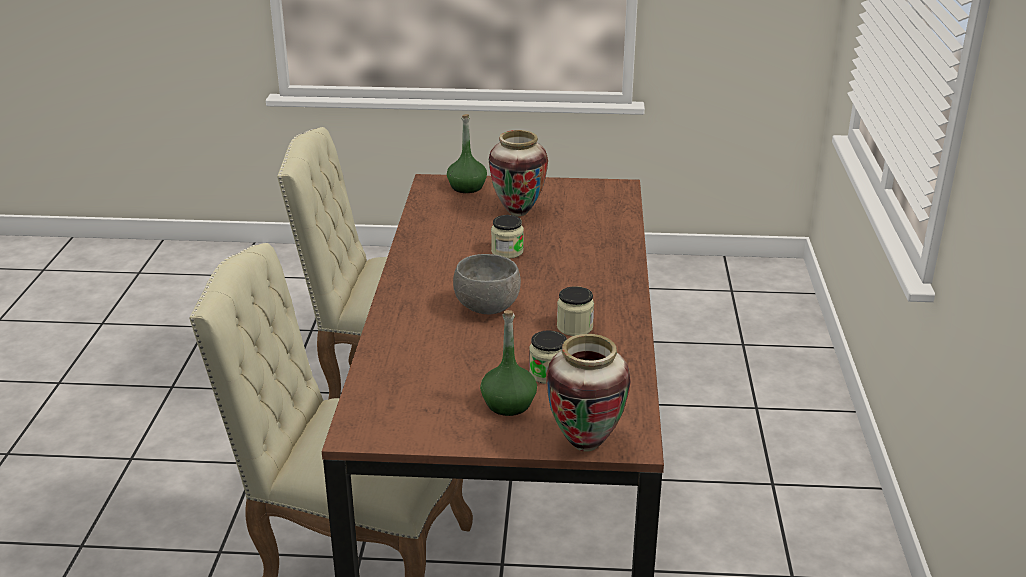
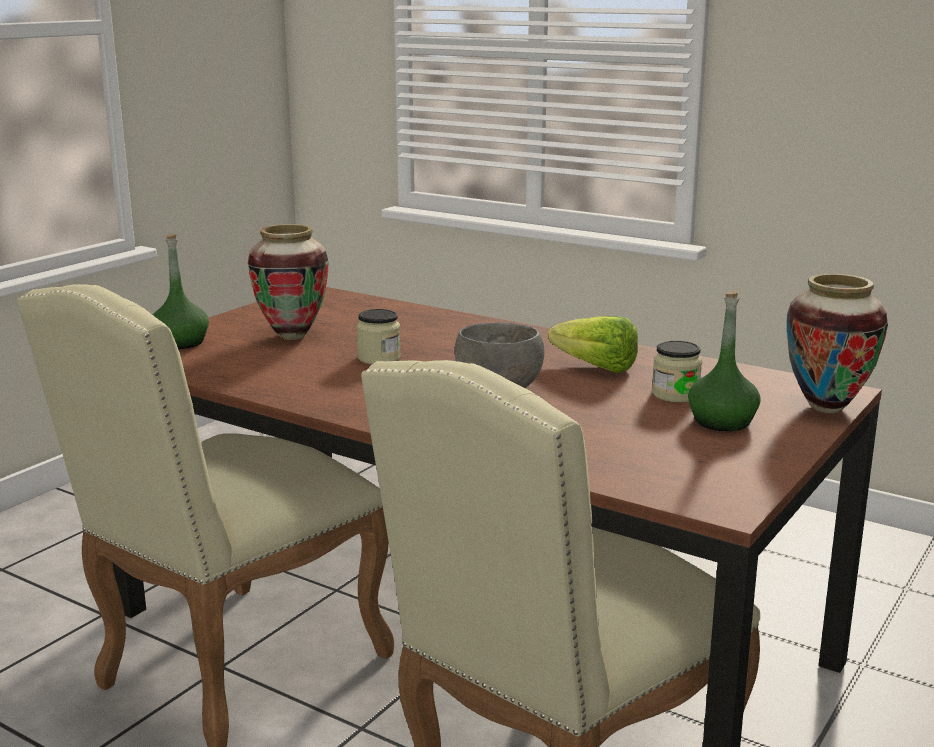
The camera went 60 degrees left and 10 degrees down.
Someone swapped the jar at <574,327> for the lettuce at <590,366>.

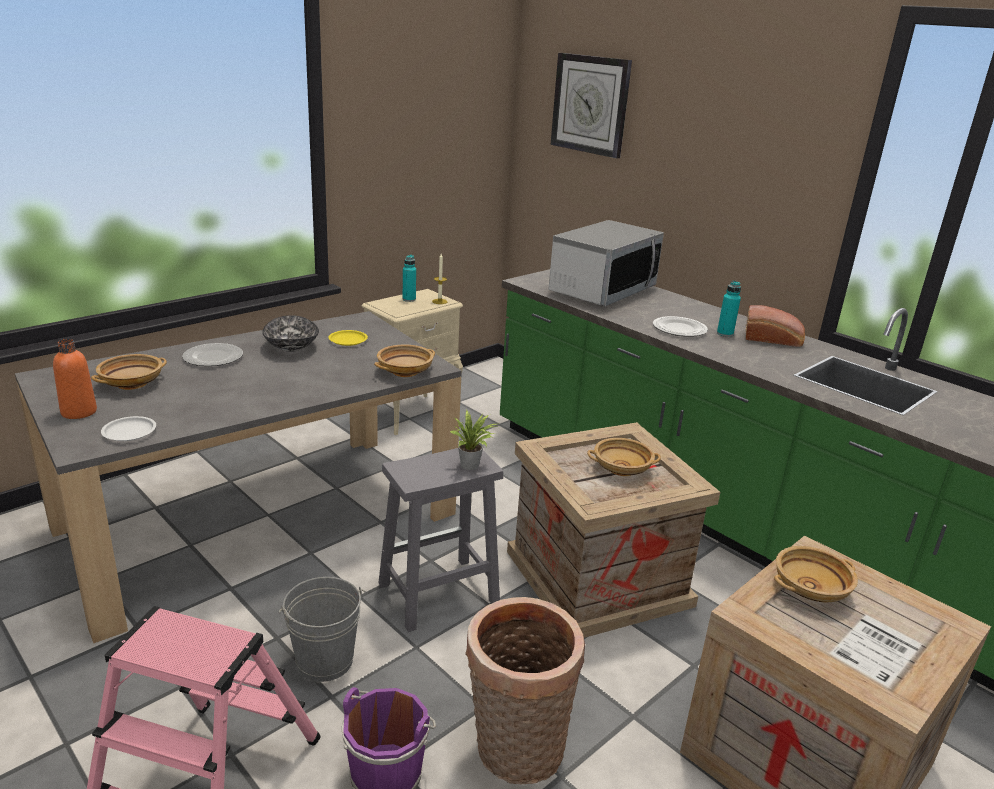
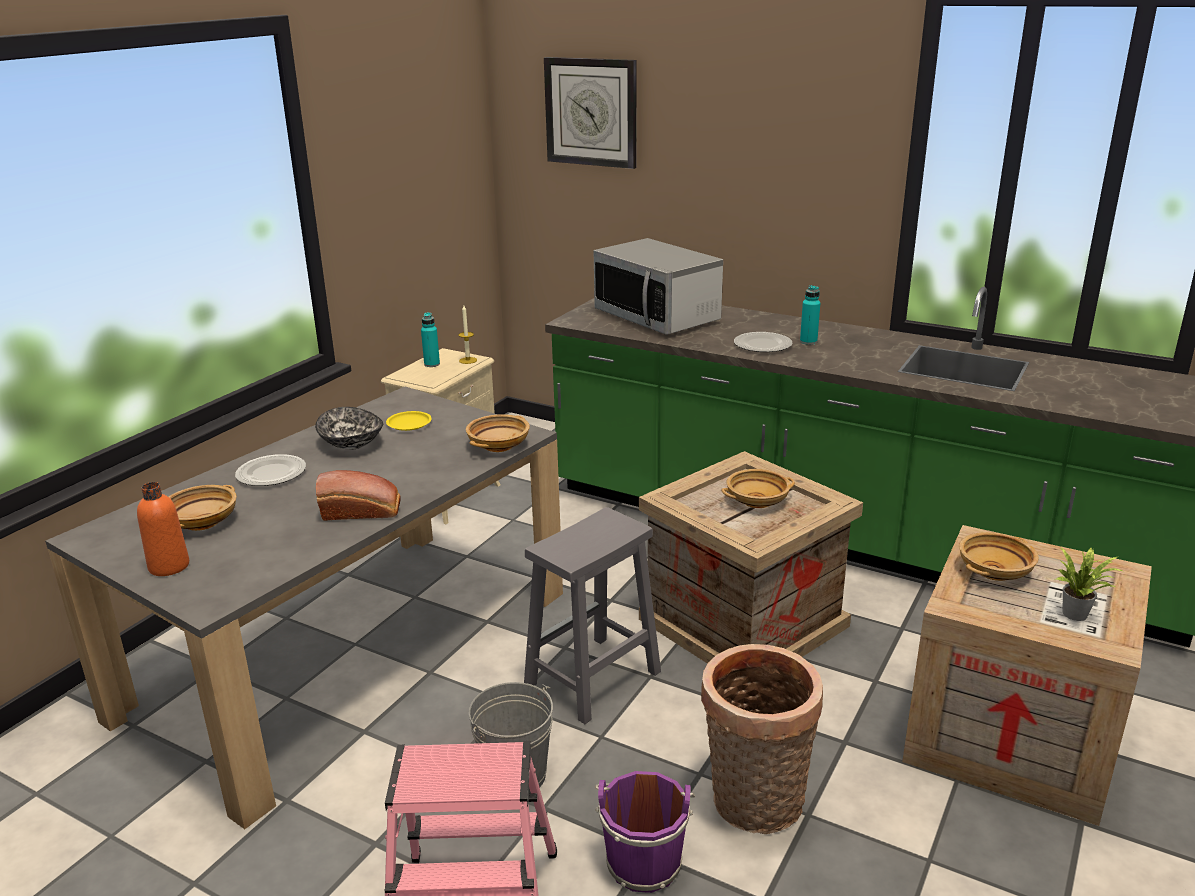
The camera went 15 degrees left and 0 degrees up.
Someone carried the bakery bread from <773,339> to <363,511>.
Someone rotated the kitchen microwave at <602,290> by 120 degrees clockwise.
Someone carried the houseplant from <472,466> to <1078,614>.
Someone took away the dinner plate in white at <129,432>.

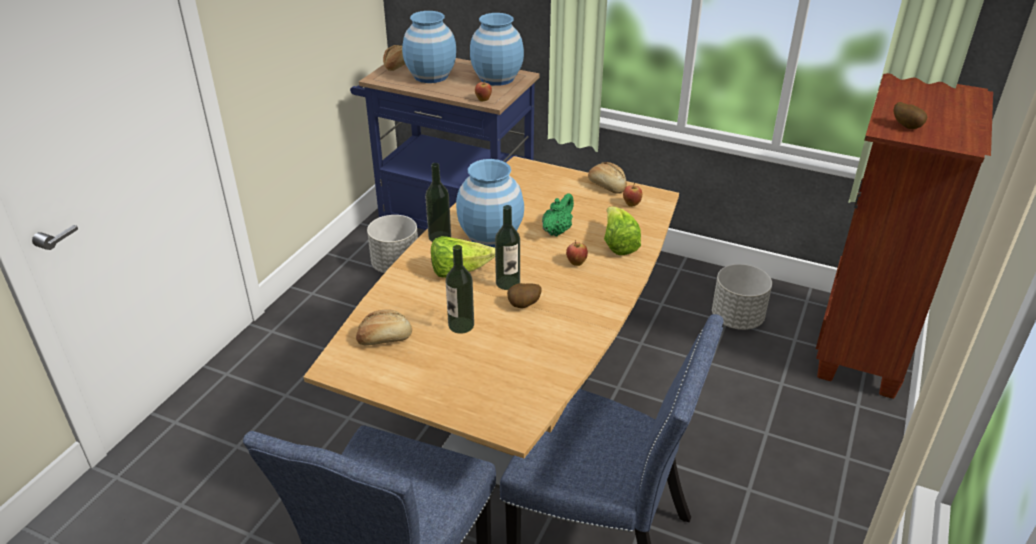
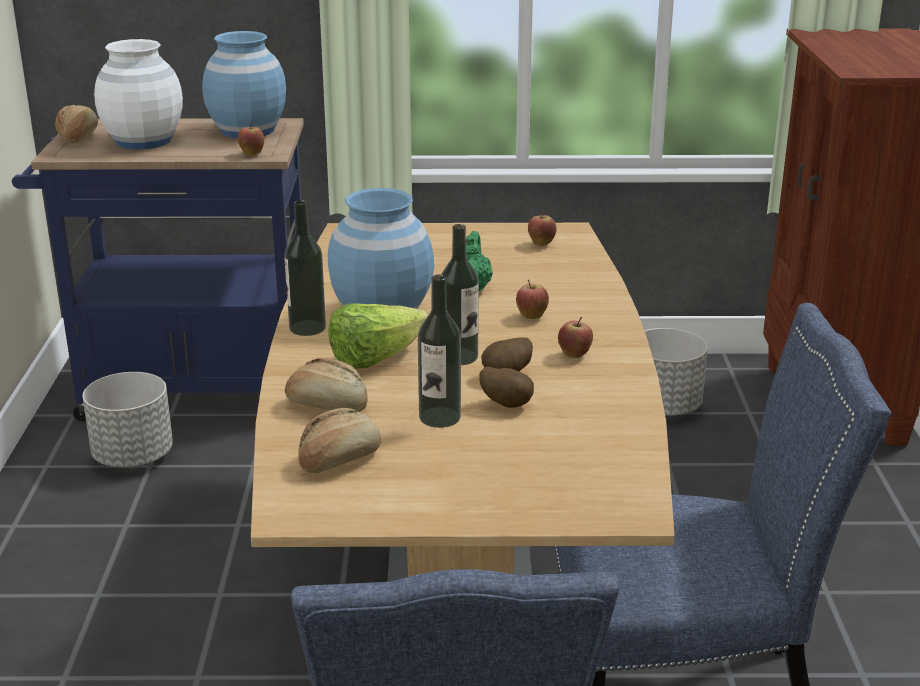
The camera went 25 degrees left and 10 degrees down.
Someone repainted the decorative vase in blue-coloured at <431,76>, which became the decorative vase in white at <144,141>.
Someone carried the bakery bread from <607,186> to <327,405>.
Someone carried the spud from <907,126> to <507,404>.
Someone put down the apple fruit at <574,356>.
Someone took away the lettuce at <618,244>.

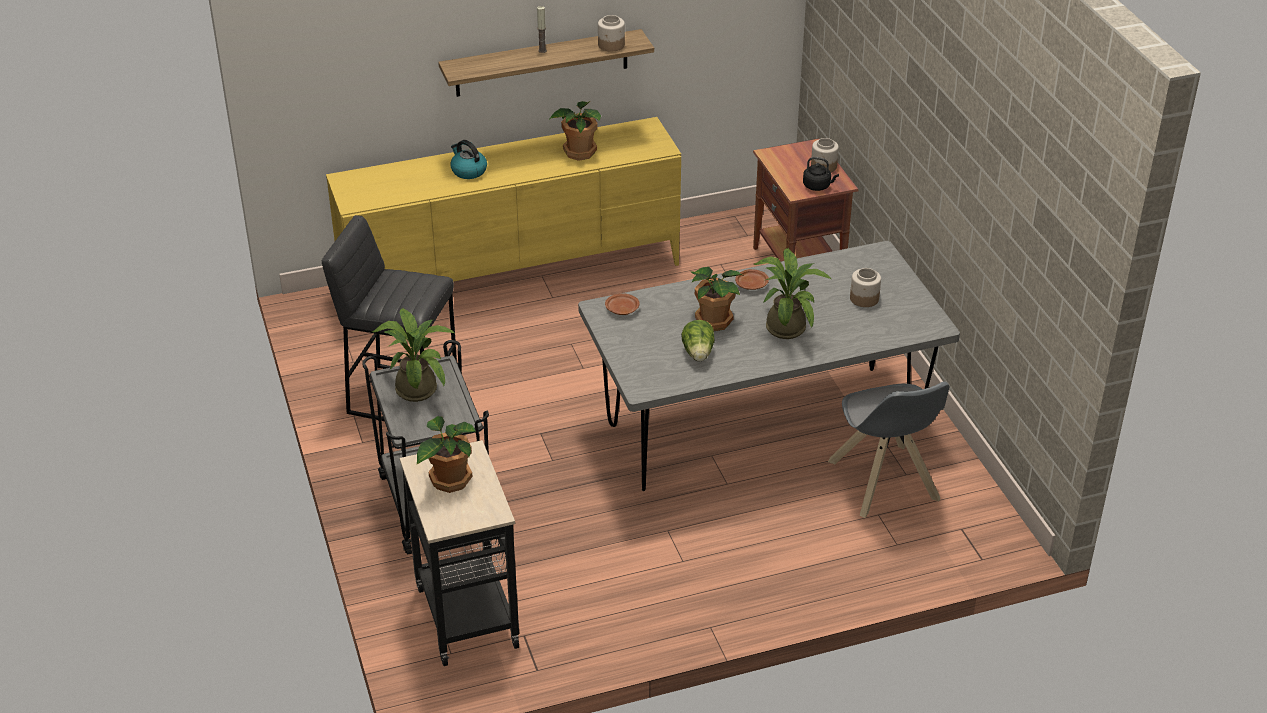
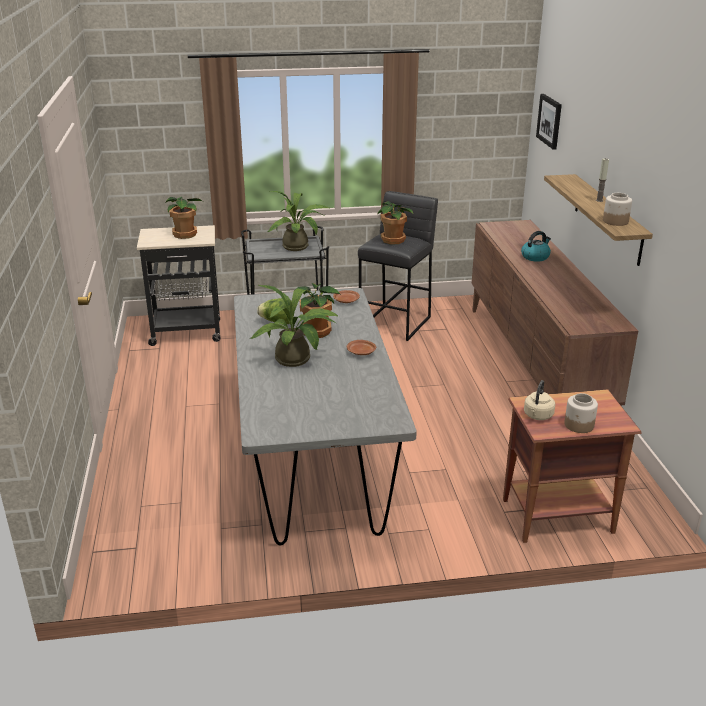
The camera went 100 degrees right and 10 degrees down.
Someone carried the houseplant from <579,152> to <394,240>.
Someone repainted the cabinet in yellow-coloured at <512,276>, which became the cabinet in brownish at <535,367>.
Someone repainted the kettle in blackish at <818,186>, which became the kettle in sand-coloured at <537,416>.
Someone put up the picture at <550,121>.
Someone took away the chair in greyish at <884,482>.
Someone took away the jar at <864,299>.

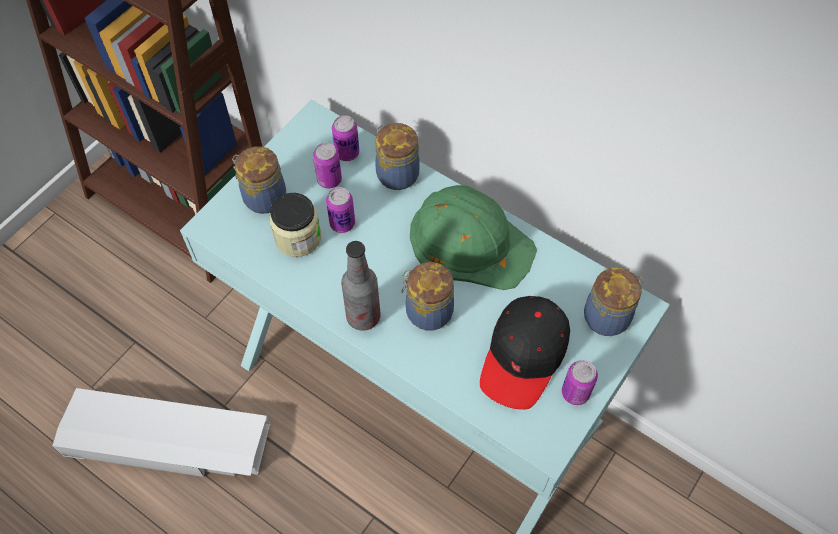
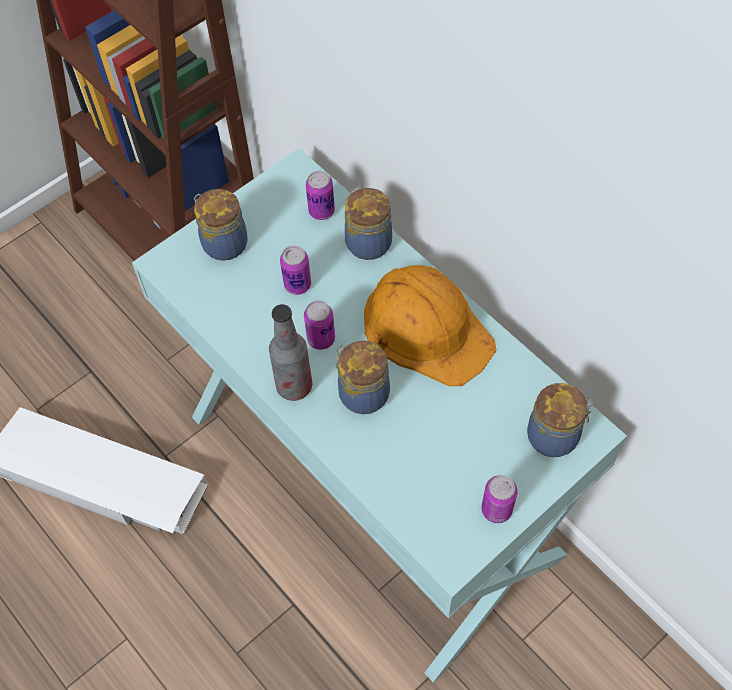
The camera went 15 degrees right and 0 degrees up.
Someone carried the metal can from <329,180> to <321,339>.
Someone repainted the work helmet in green-coloured at <470,241>, which became the work helmet in orange at <427,327>.
Someone took away the jar at <298,238>.
Someone took away the peaked cap in blackish at <524,356>.

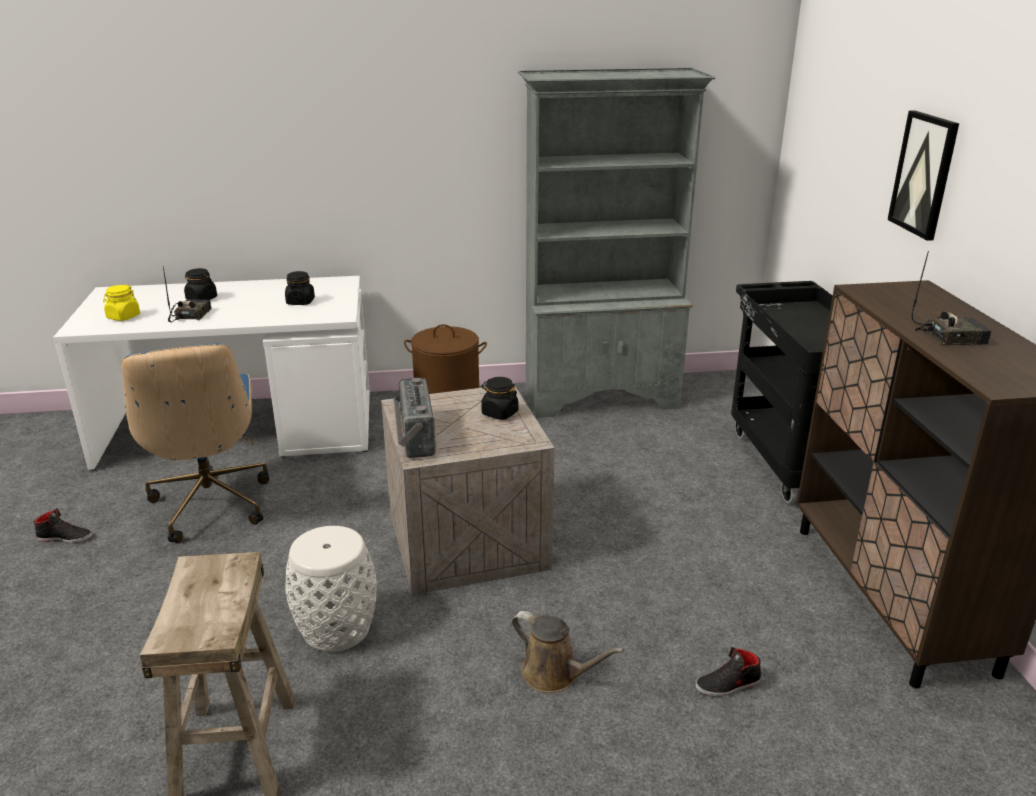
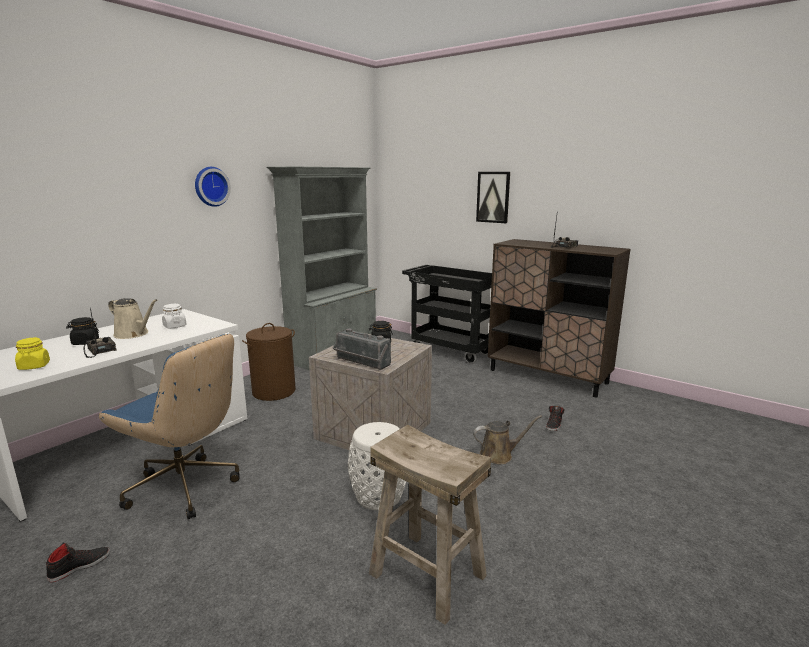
The camera went 45 degrees left and 10 degrees down.
Someone put down the sprinkling can in sand-coloured at <133,334>.
Someone repainted the jar in blackish at <300,302>, which became the jar in white at <174,326>.
Someone put up the clock on the wall at <211,186>.

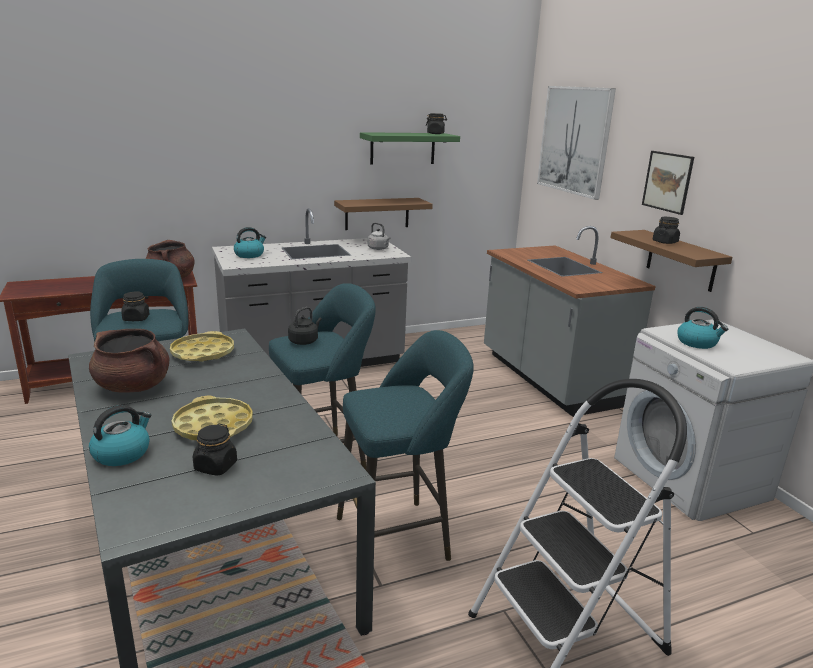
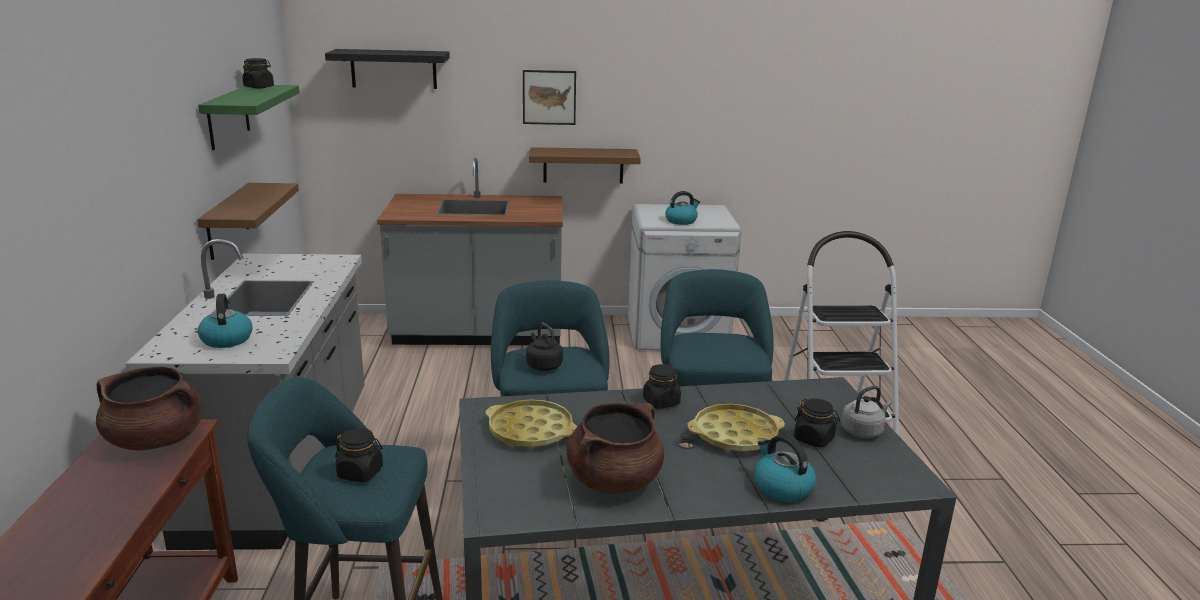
The camera went 70 degrees left and 0 degrees up.
Someone swapped the picture at <574,140> for the wall shelf in blackish at <393,69>.
Someone carried the jar in blackish from <665,242> to <661,402>.
Someone carried the kettle in greyish from <379,249> to <863,431>.

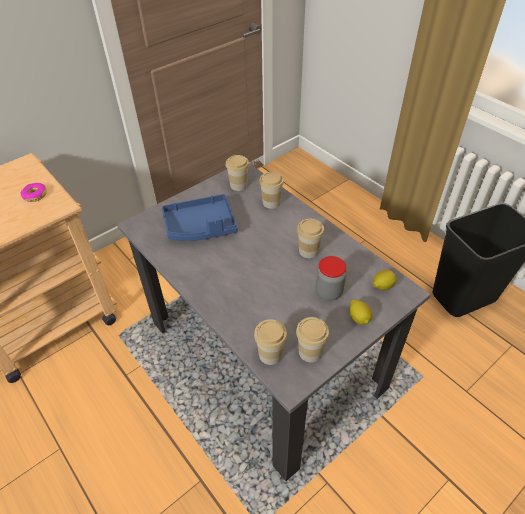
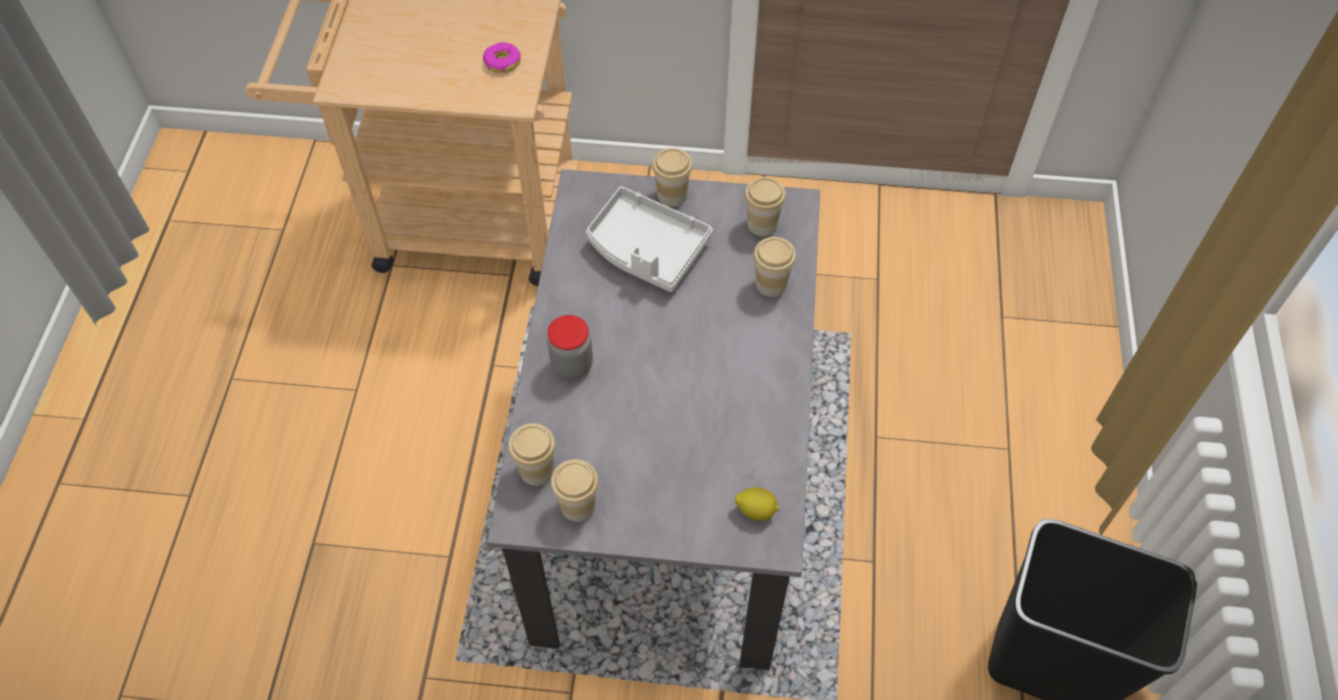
The camera went 45 degrees right and 10 degrees up.
Someone carried the jar from <328,292> to <572,365>.
Someone repainted the carrying tray in blue-coloured at <200,227>, which became the carrying tray in greyish at <646,249>.
Someone carried the small cup from <308,251> to <672,195>.
Someone took away the whole lemon at <359,318>.

